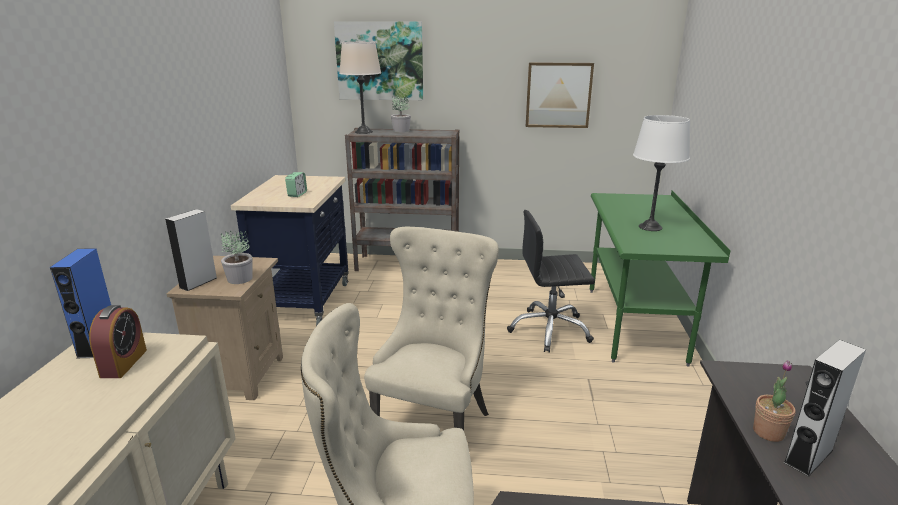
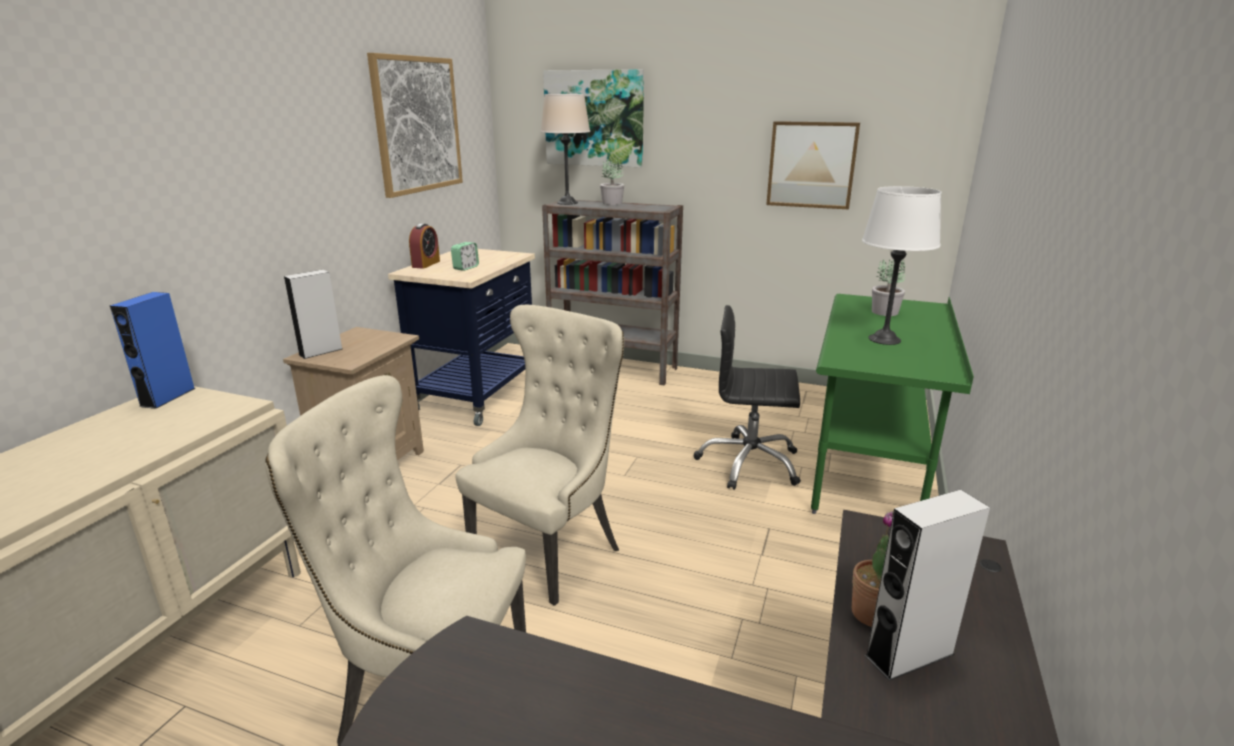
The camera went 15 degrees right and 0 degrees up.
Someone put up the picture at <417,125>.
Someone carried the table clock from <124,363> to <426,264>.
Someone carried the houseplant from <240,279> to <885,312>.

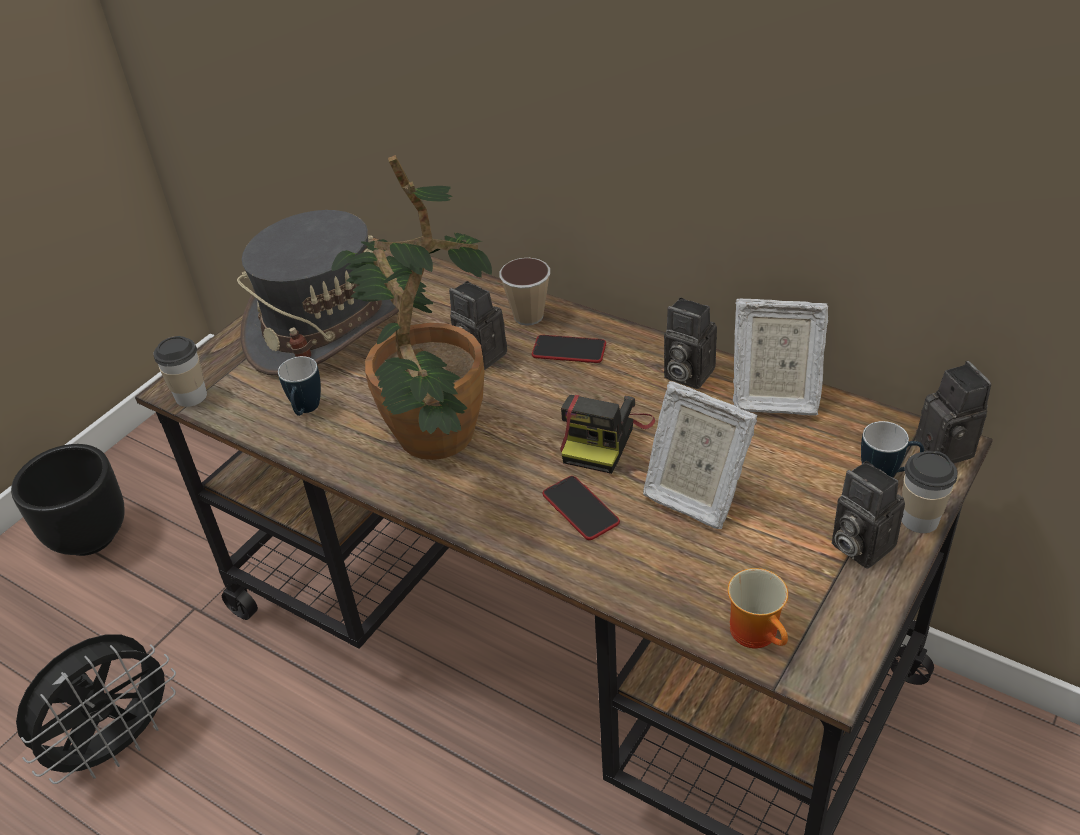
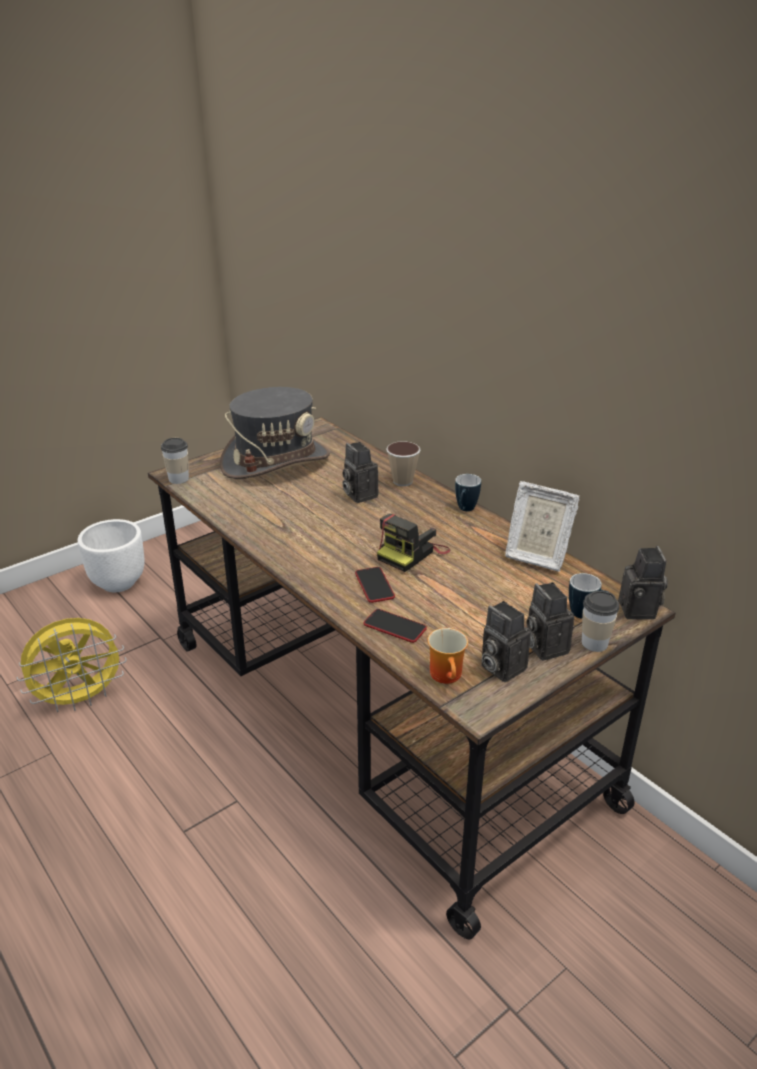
The camera went 15 degrees right and 10 degrees down.
Someone repainted the electric fan in blackish at <118,745>, which became the electric fan in yellow-coloured at <80,699>.
Someone repainted the flower pot in blackish at <92,537>, which became the flower pot in white at <119,583>.
Someone carried the handset from <569,350> to <395,627>.
Someone carried the mug from <306,411> to <465,510>.
Someone carried the still camera from <685,374> to <500,667>.
Someone took away the houseplant at <433,448>.
Someone took away the photo frame at <693,494>.

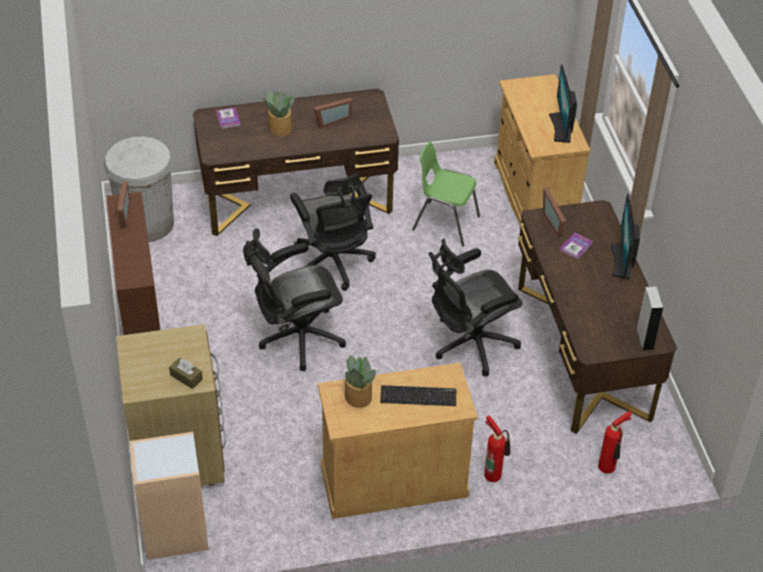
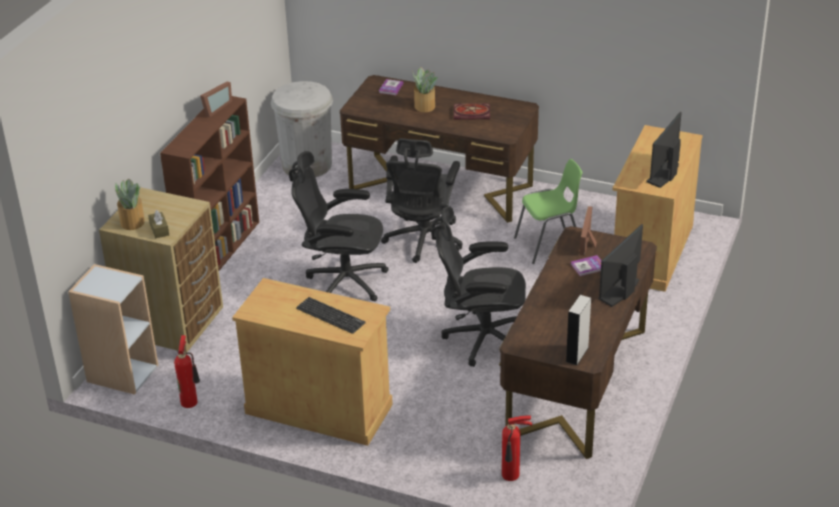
The camera went 35 degrees right and 10 degrees down.
Someone carried the houseplant from <358,397> to <132,223>.
Someone carried the fire-fighting cylinder from <493,473> to <191,401>.
Someone swapped the photo frame at <331,120> for the book at <472,113>.
Someone rotated the chair in green-coloured at <445,223> by 105 degrees clockwise.

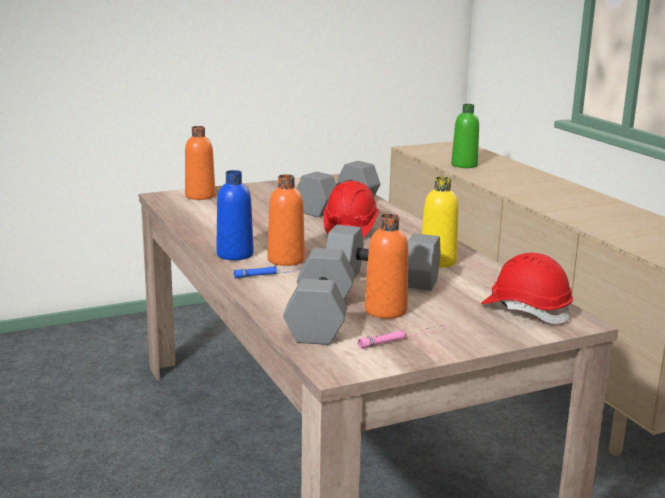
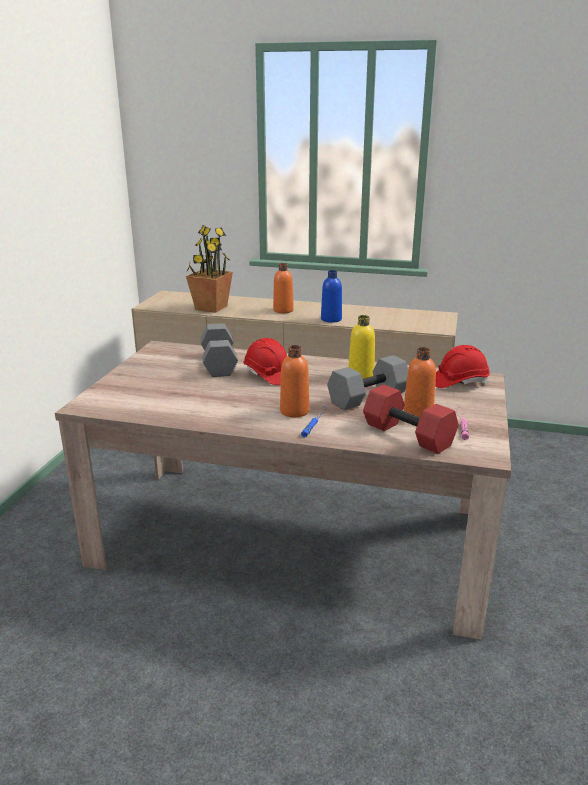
The camera went 50 degrees left and 5 degrees up.
Someone swapped the beverage bottle in green-coloured at <464,165> for the houseplant at <211,308>.
Someone carried the beverage bottle in orange from <200,196> to <283,310>.
Someone carried the beverage bottle in blue-coloured from <235,254> to <331,319>.
Someone repainted the hand weight in greyish at <322,319>, which became the hand weight in reddish at <409,435>.

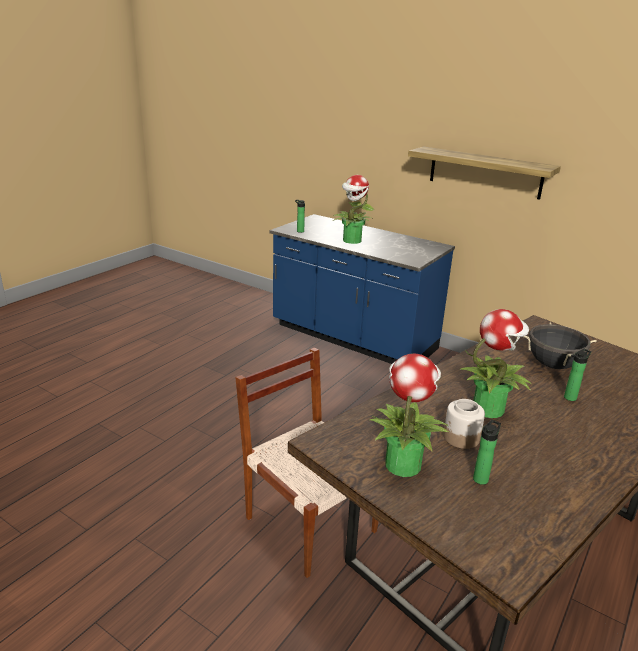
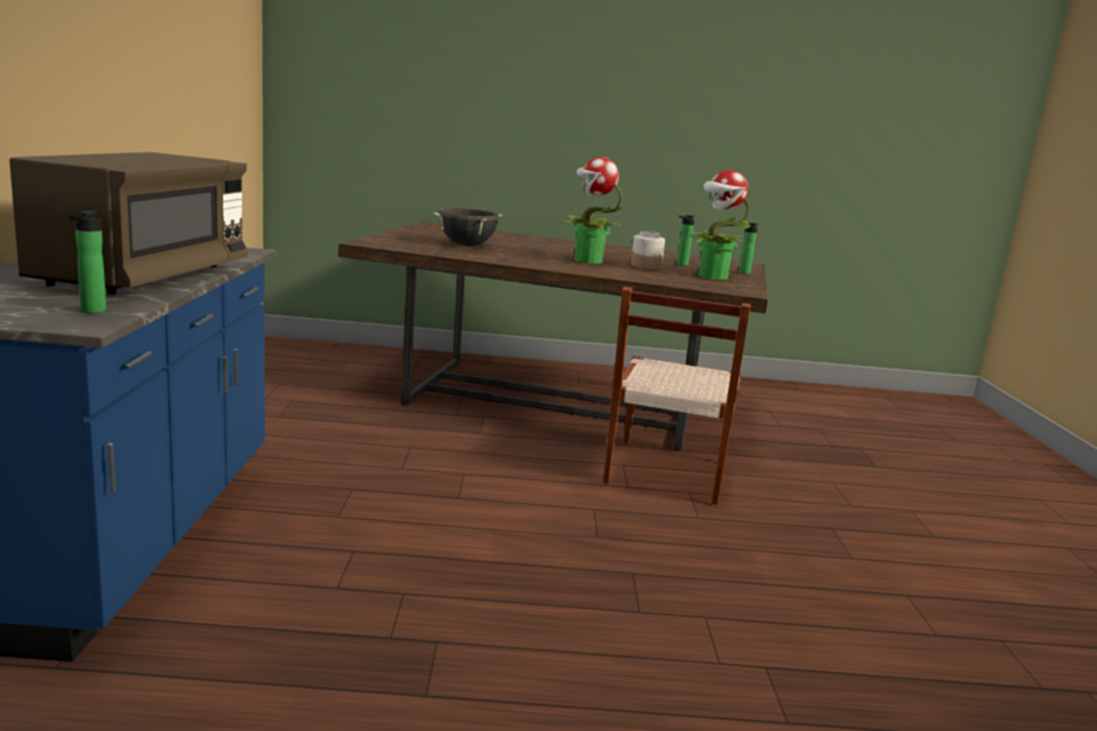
The camera went 125 degrees left and 10 degrees down.
Someone swapped the houseplant at <351,241> for the kitchen microwave in brownish at <144,277>.
Someone carried the beverage bottle from <571,397> to <742,272>.
Someone took away the wall shelf at <485,172>.

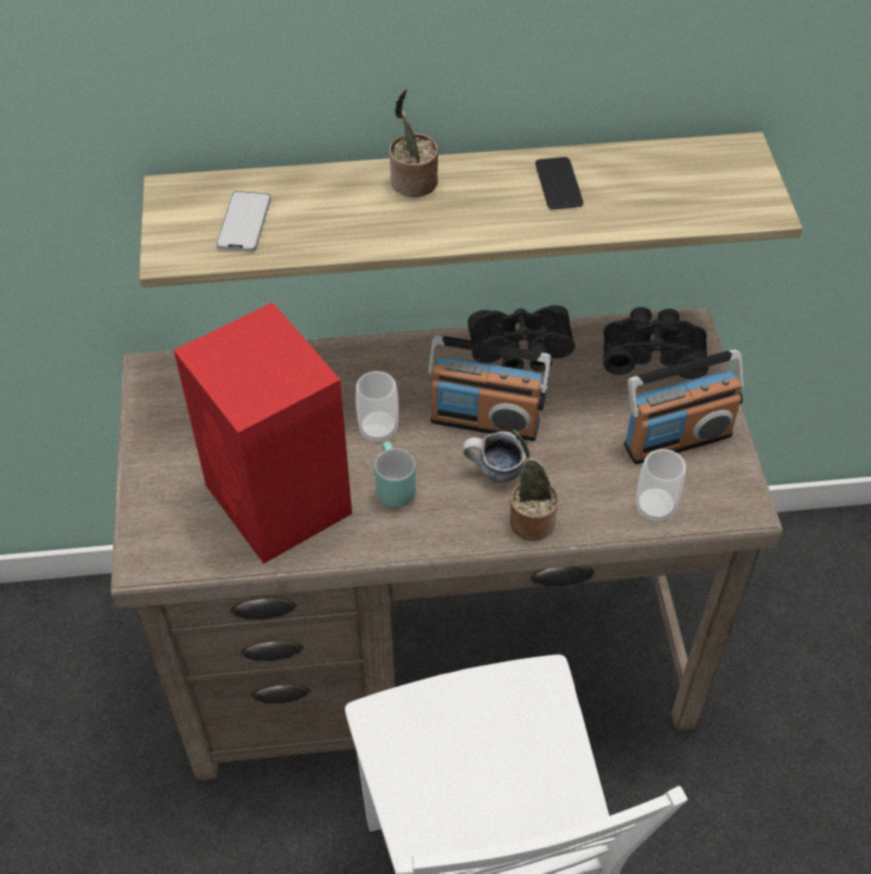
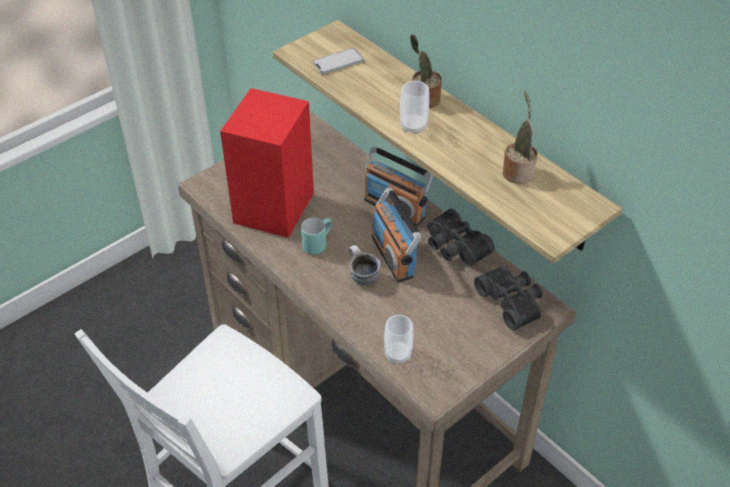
The camera went 55 degrees right and 5 degrees down.
Someone carried the radio from <676,439> to <395,208>.
Someone carried the small cup from <378,430> to <413,126>.
Someone carried the houseplant from <529,520> to <518,171>.
Someone took away the handset at <558,184>.

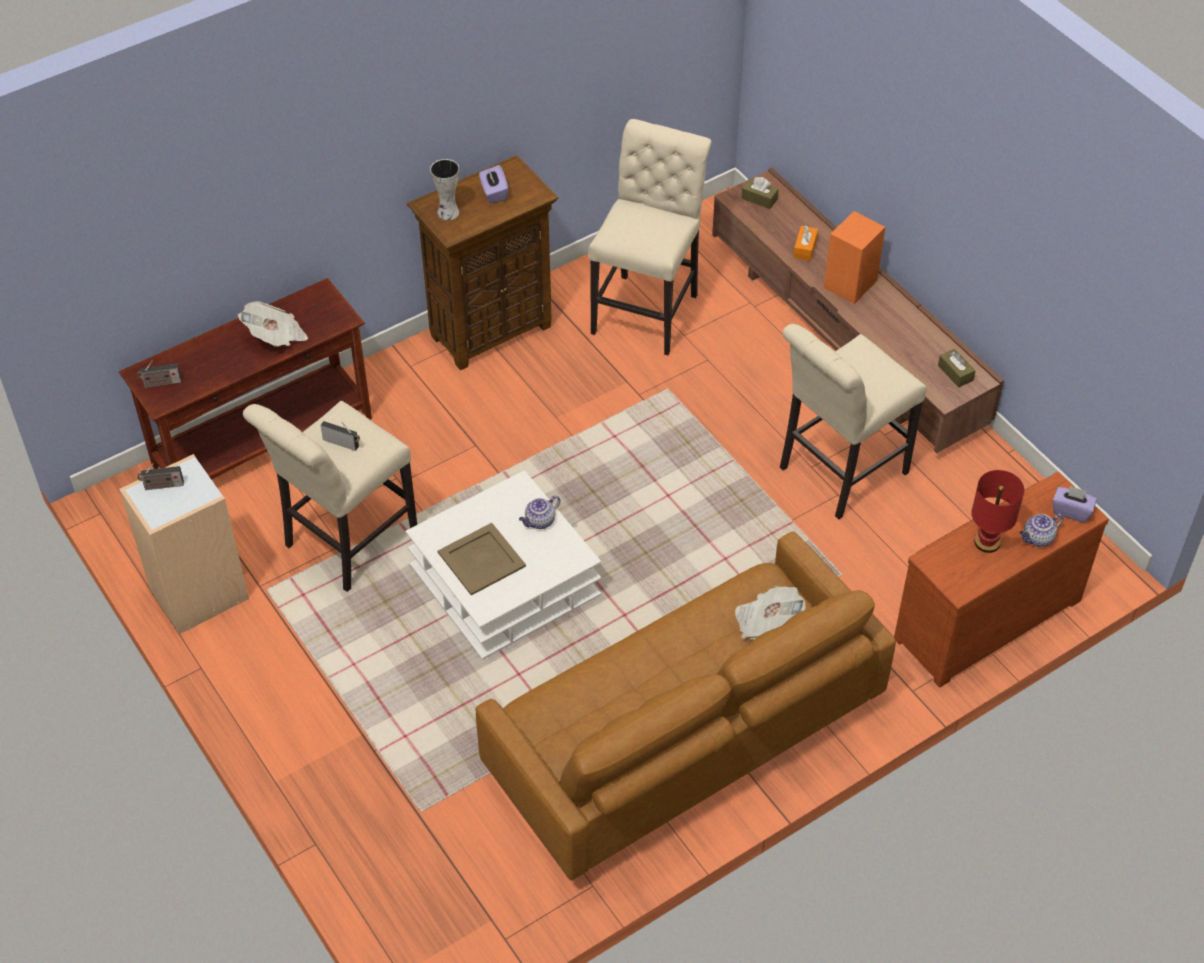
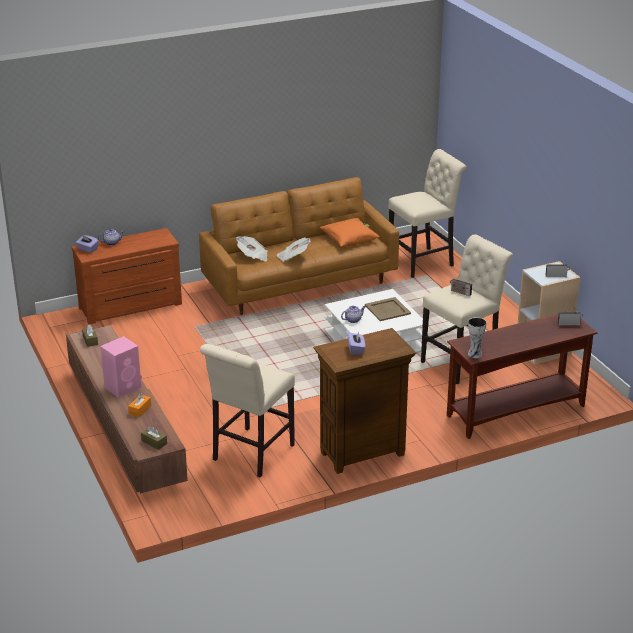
The camera went 170 degrees left and 20 degrees down.
Someone repainted the speaker in orange at <849,285>, which became the speaker in pink-coloured at <123,387>.
Someone carried the printed paper from <276,336> to <293,257>.
Someone put down the throw pillow in orange at <349,240>.
Someone carried the sitting stool in sand-coloured from <837,473> to <424,262>.
Someone carried the decorative vase from <447,212> to <475,354>.
Someone took away the tabletop lamp in reddish at <988,542>.

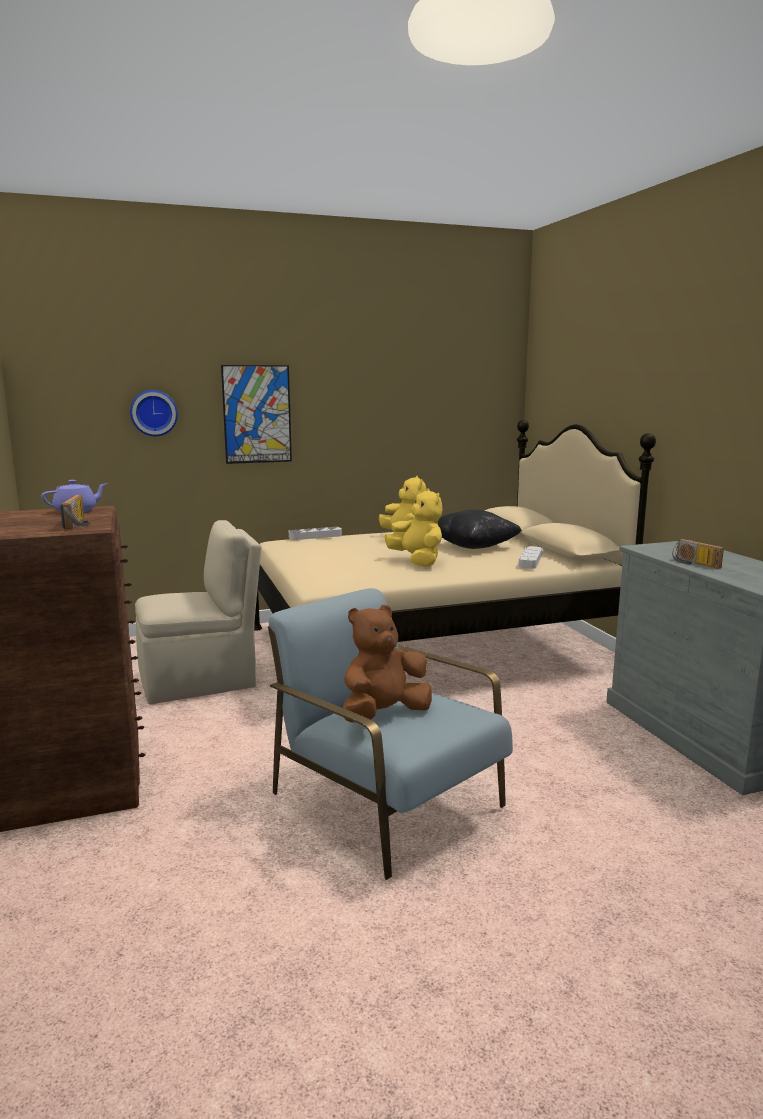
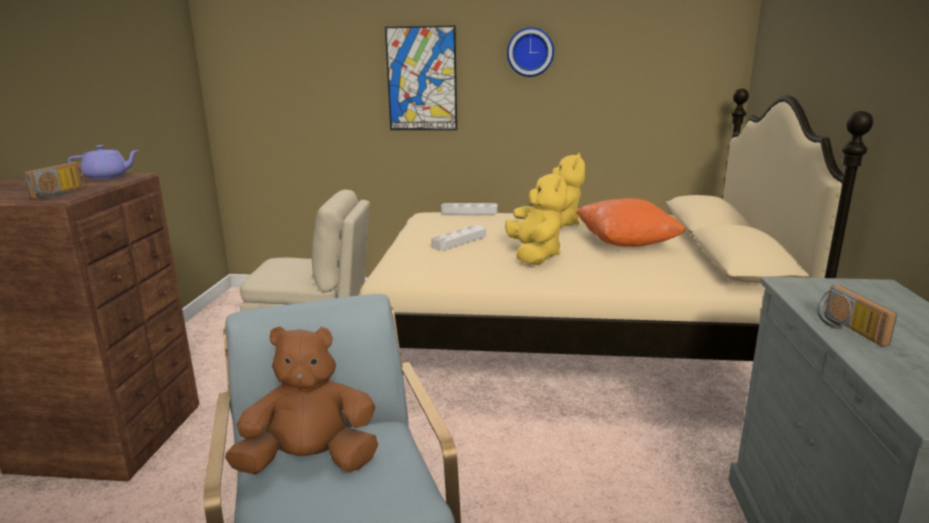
The camera went 25 degrees right and 5 degrees up.
Someone carried the carrying tray in greyish from <530,560> to <459,241>.
Someone carried the clock on the wall from <154,413> to <530,52>.
Someone repainted the throw pillow in blackish at <473,546>, which became the throw pillow in orange at <626,243>.

